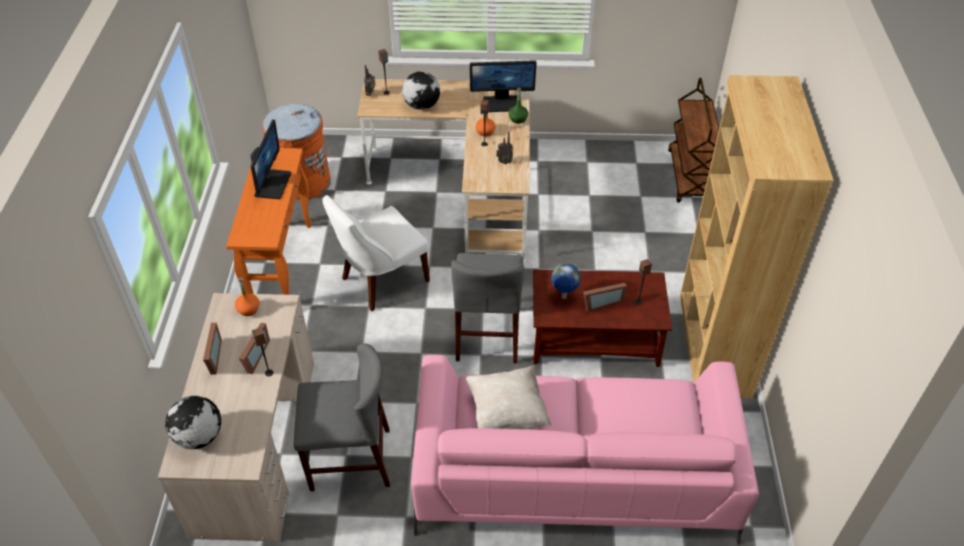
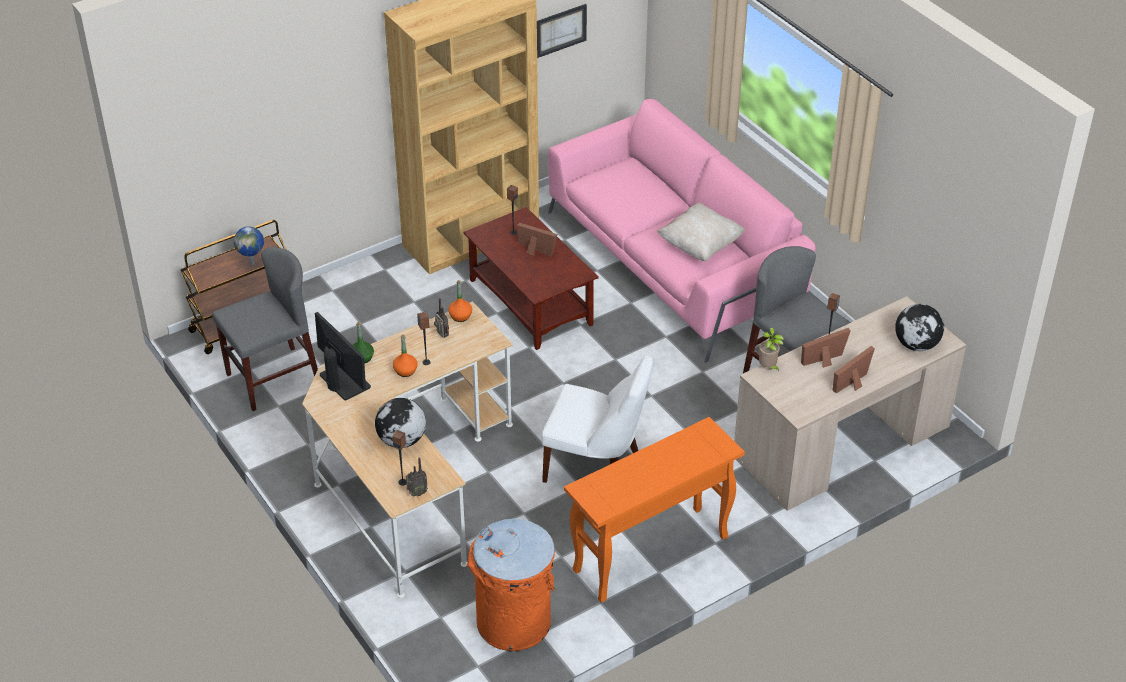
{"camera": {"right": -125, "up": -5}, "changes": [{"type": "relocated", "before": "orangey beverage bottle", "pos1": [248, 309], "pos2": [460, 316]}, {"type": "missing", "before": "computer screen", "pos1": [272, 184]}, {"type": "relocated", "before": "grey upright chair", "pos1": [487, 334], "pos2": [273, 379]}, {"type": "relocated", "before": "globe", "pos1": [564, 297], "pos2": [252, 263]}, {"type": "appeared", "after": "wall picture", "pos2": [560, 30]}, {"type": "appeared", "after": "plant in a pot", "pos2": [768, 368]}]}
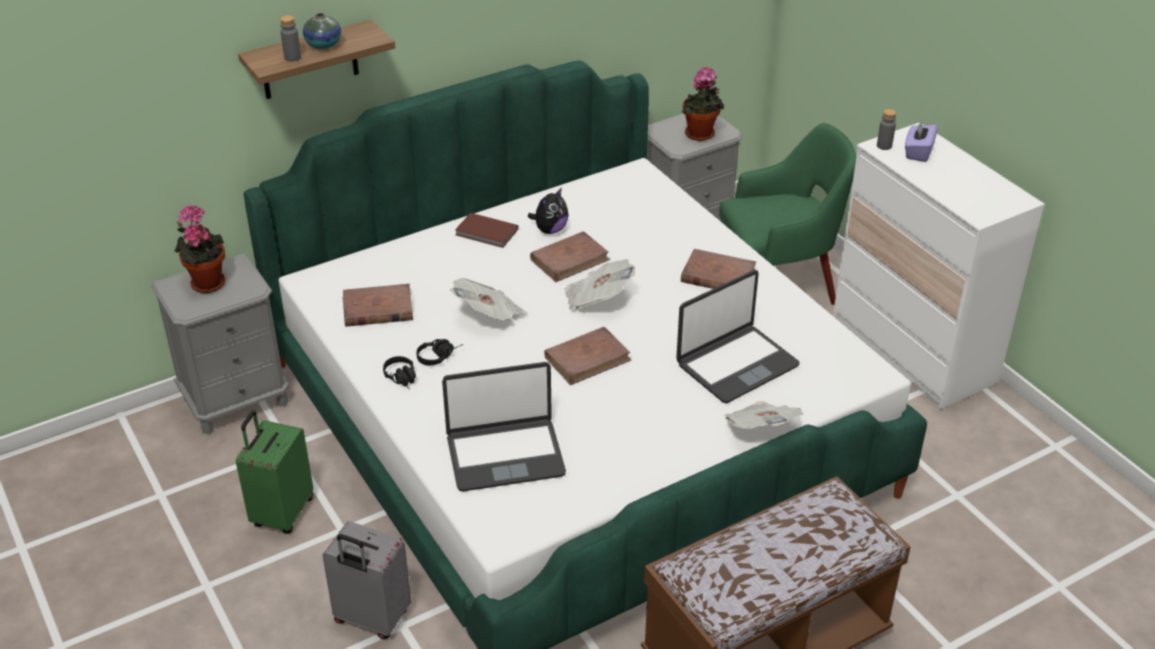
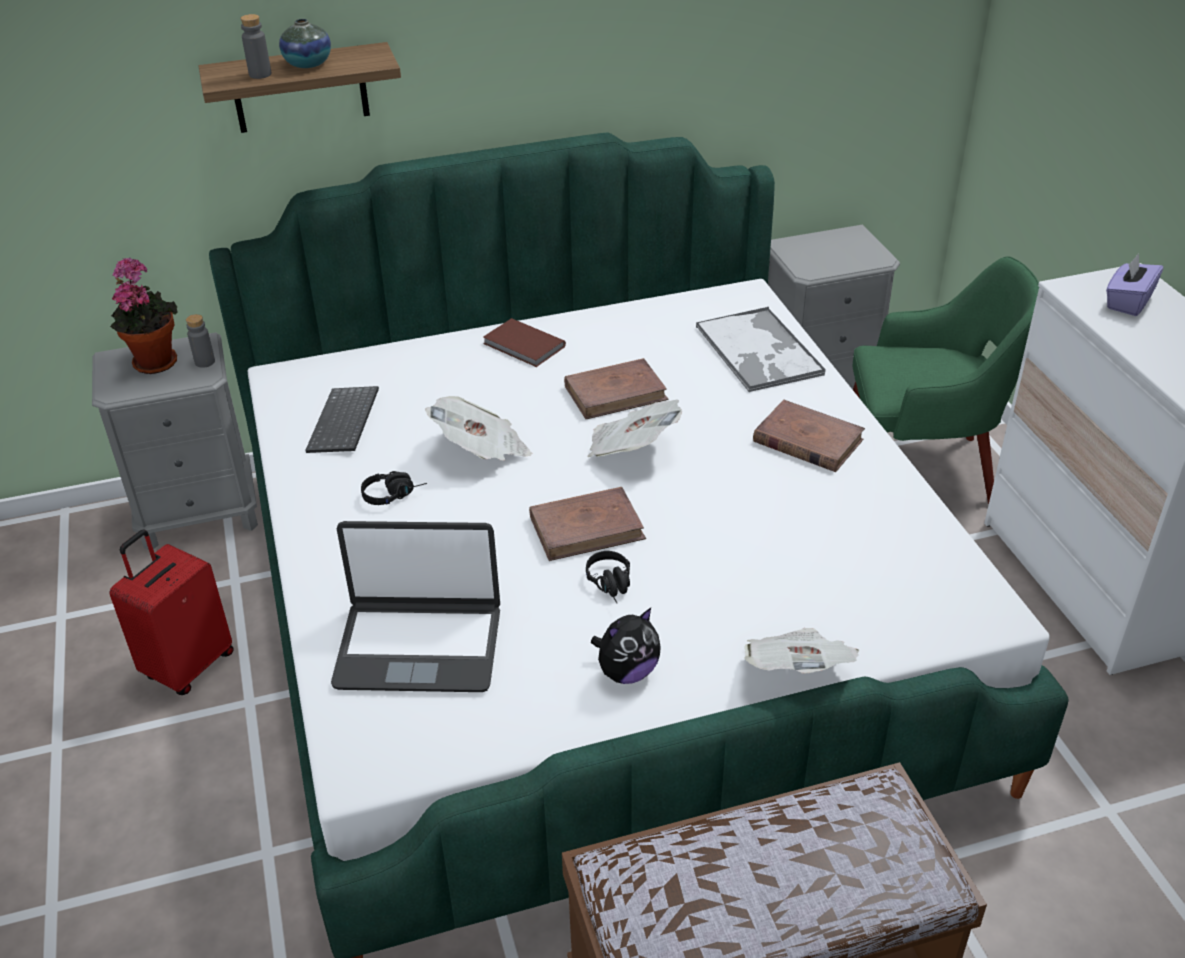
{"camera": {"right": 15, "up": 0}, "changes": [{"type": "colour", "before": "green-coloured piece of luggage", "after": "red-coloured piece of luggage", "pos1": [281, 513], "pos2": [188, 665]}, {"type": "missing", "before": "grey piece of luggage", "pos1": [371, 618]}, {"type": "exchanged", "before": "brownish book", "after": "keyboard", "pos1": [377, 309], "pos2": [345, 423]}, {"type": "relocated", "before": "blackish headphones", "pos1": [403, 379], "pos2": [612, 586]}, {"type": "relocated", "before": "cuddly toy", "pos1": [550, 230], "pos2": [627, 672]}, {"type": "missing", "before": "portable computer", "pos1": [736, 364]}, {"type": "missing", "before": "plant in a pot", "pos1": [701, 135]}, {"type": "relocated", "before": "grey beverage bottle", "pos1": [884, 146], "pos2": [205, 362]}, {"type": "appeared", "after": "carrying tray", "pos2": [759, 351]}]}
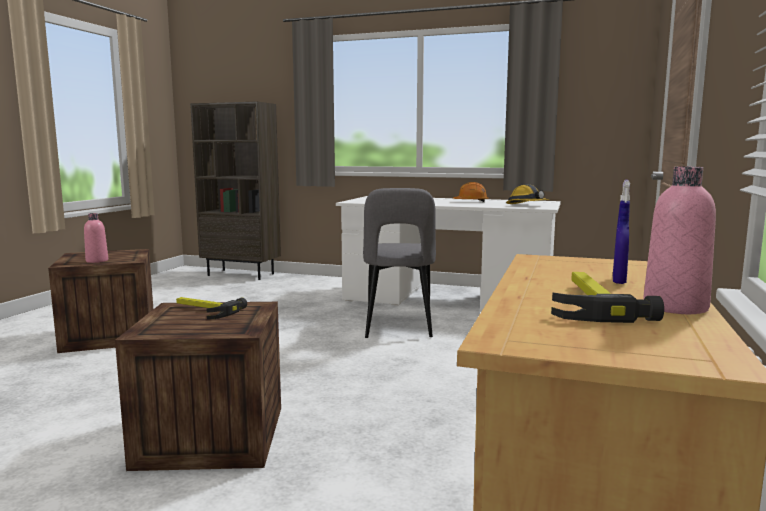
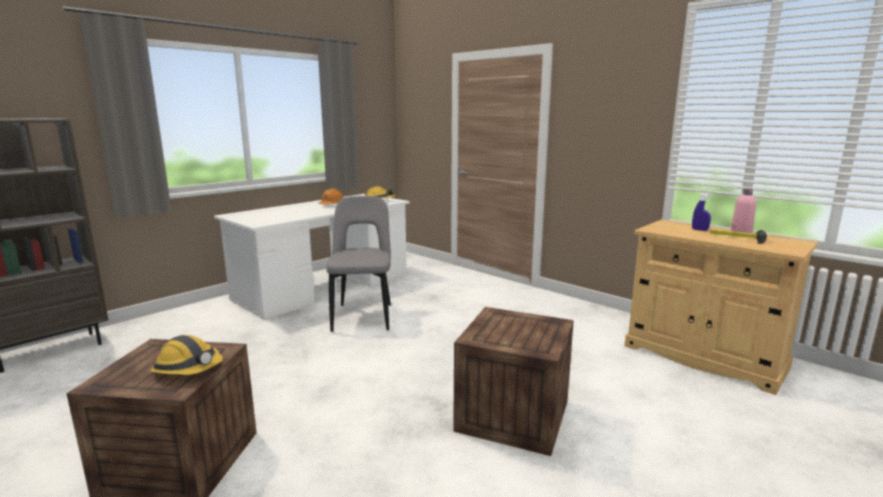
{"camera": {"right": -65, "up": 5}, "changes": [{"type": "exchanged", "before": "pink beverage bottle", "after": "work helmet", "pos1": [97, 261], "pos2": [189, 369]}, {"type": "missing", "before": "tool hammer", "pos1": [204, 310]}, {"type": "spun", "before": "grey upright chair", "pos1": [398, 326], "pos2": [363, 316], "turn": -120}]}
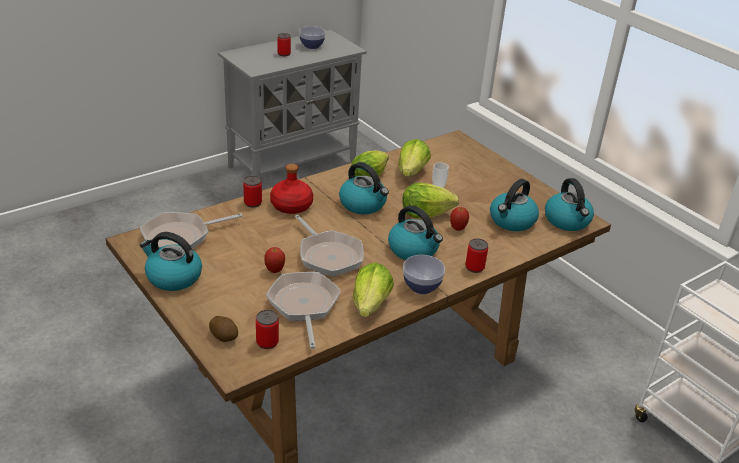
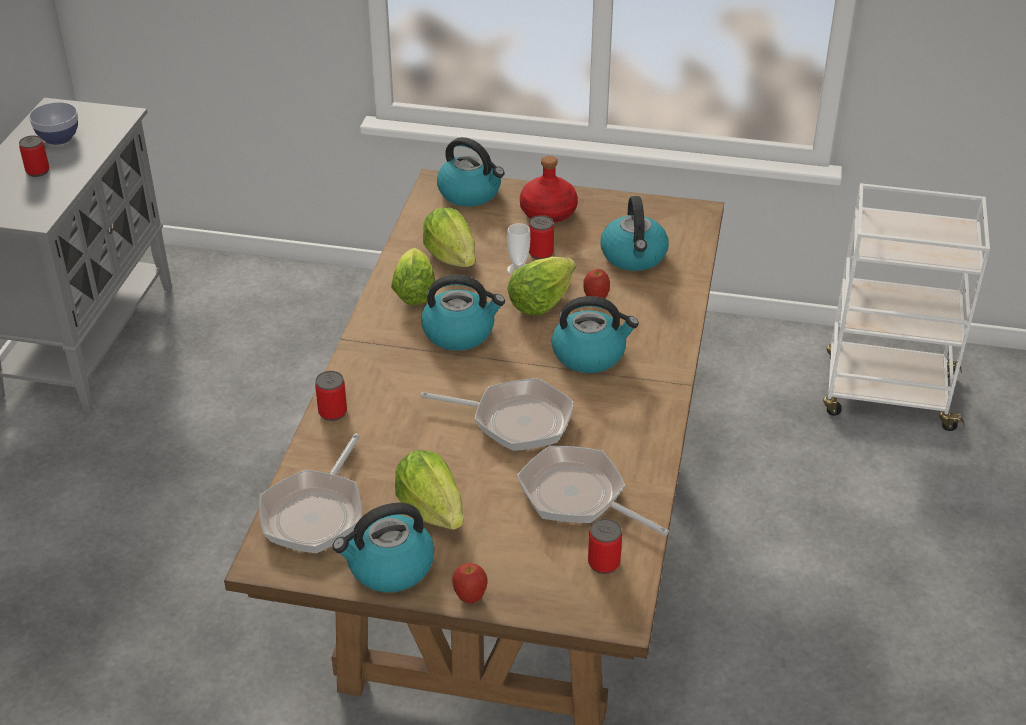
{"camera": {"right": -40, "up": 5}, "changes": [{"type": "missing", "before": "whole potato", "pos1": [224, 336]}, {"type": "relocated", "before": "whole apple", "pos1": [274, 270], "pos2": [470, 597]}, {"type": "relocated", "before": "red-coloured beverage bottle", "pos1": [291, 205], "pos2": [548, 212]}, {"type": "relocated", "before": "lettuce", "pos1": [370, 305], "pos2": [432, 509]}, {"type": "missing", "before": "bowl", "pos1": [421, 286]}, {"type": "relocated", "before": "sealed can", "pos1": [474, 267], "pos2": [540, 253]}, {"type": "relocated", "before": "water kettle", "pos1": [567, 221], "pos2": [470, 193]}]}
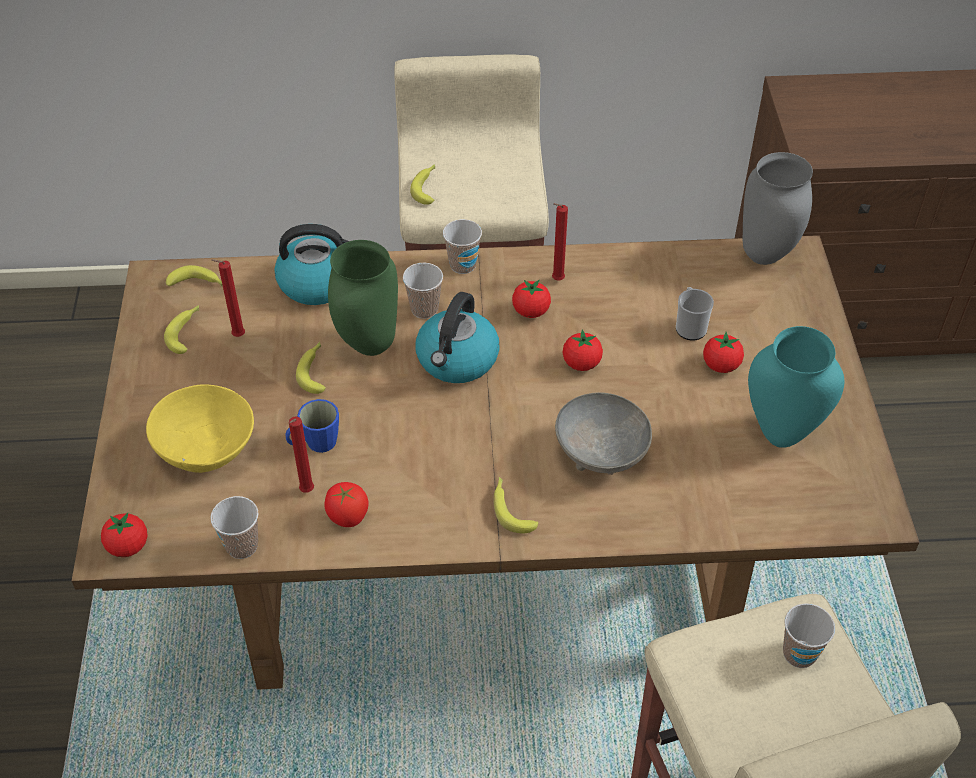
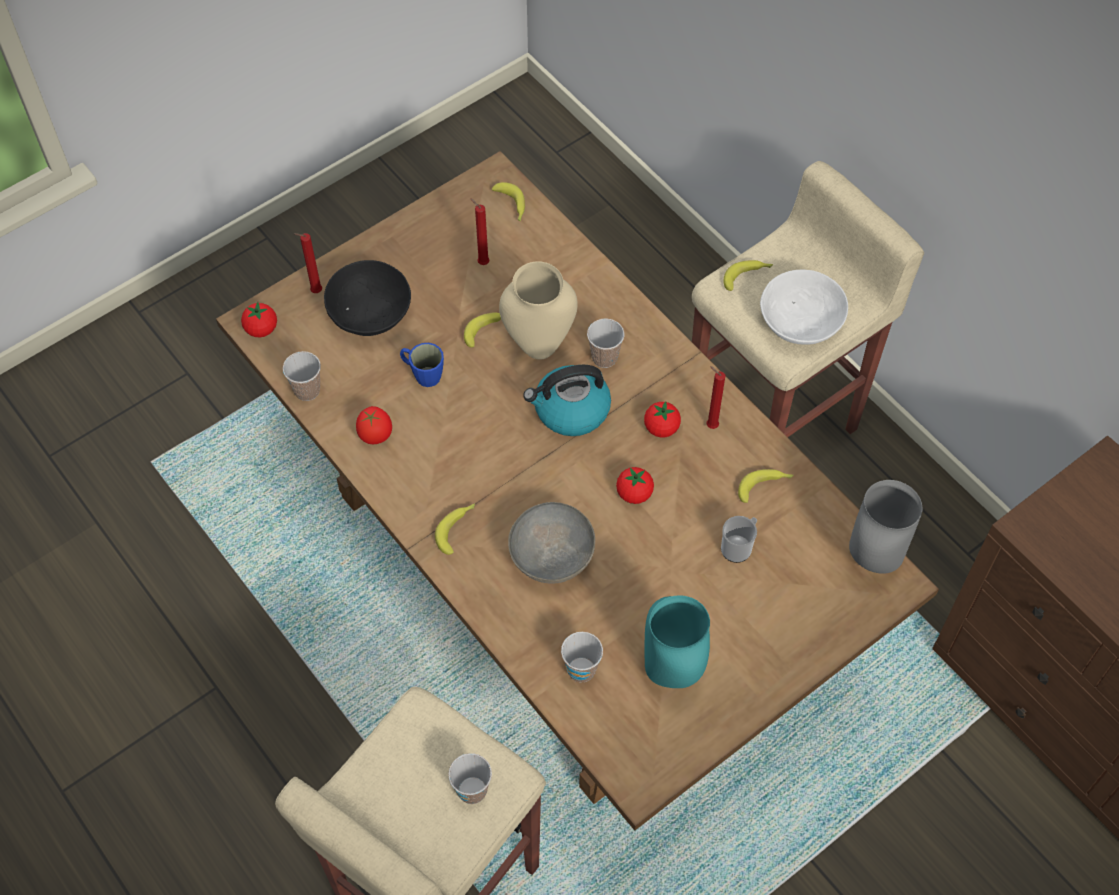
{"camera": {"right": 55, "up": 10}, "changes": [{"type": "colour", "before": "yellow-coloured bowl", "after": "blackish bowl", "pos1": [206, 447], "pos2": [370, 314]}, {"type": "relocated", "before": "whole banana", "pos1": [186, 332], "pos2": [764, 486]}, {"type": "missing", "before": "water kettle", "pos1": [318, 282]}, {"type": "relocated", "before": "red-coloured wax candle", "pos1": [306, 492], "pos2": [314, 292]}, {"type": "colour", "before": "green-coloured vase", "after": "sand-coloured vase", "pos1": [367, 344], "pos2": [539, 345]}, {"type": "relocated", "before": "cup", "pos1": [463, 265], "pos2": [581, 670]}, {"type": "missing", "before": "fresh tomato", "pos1": [721, 365]}, {"type": "appeared", "after": "white bowl", "pos2": [800, 324]}]}
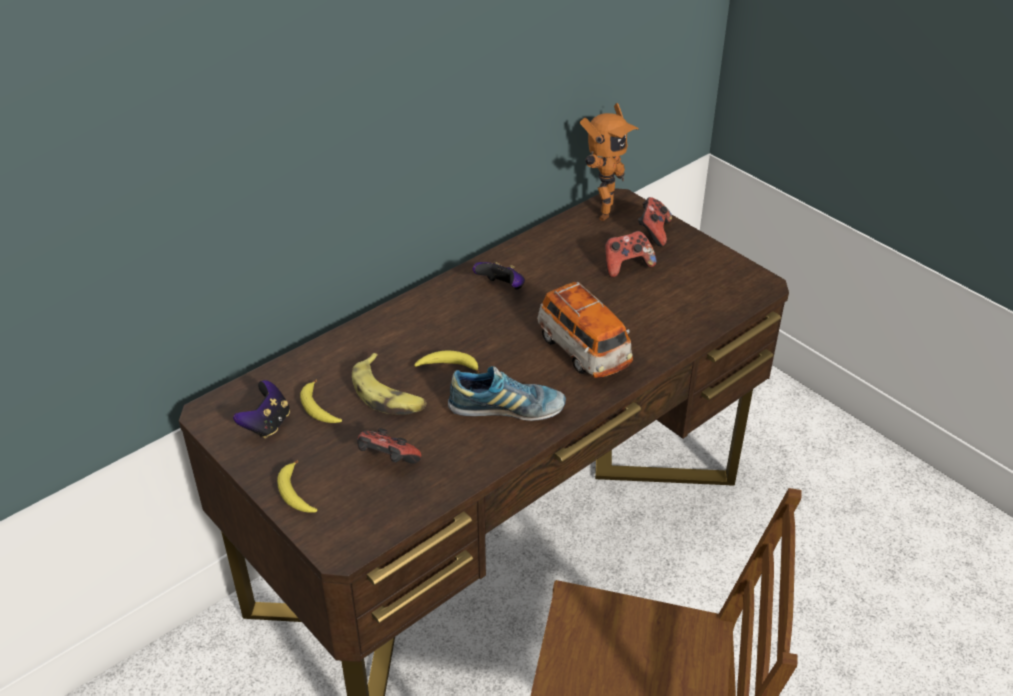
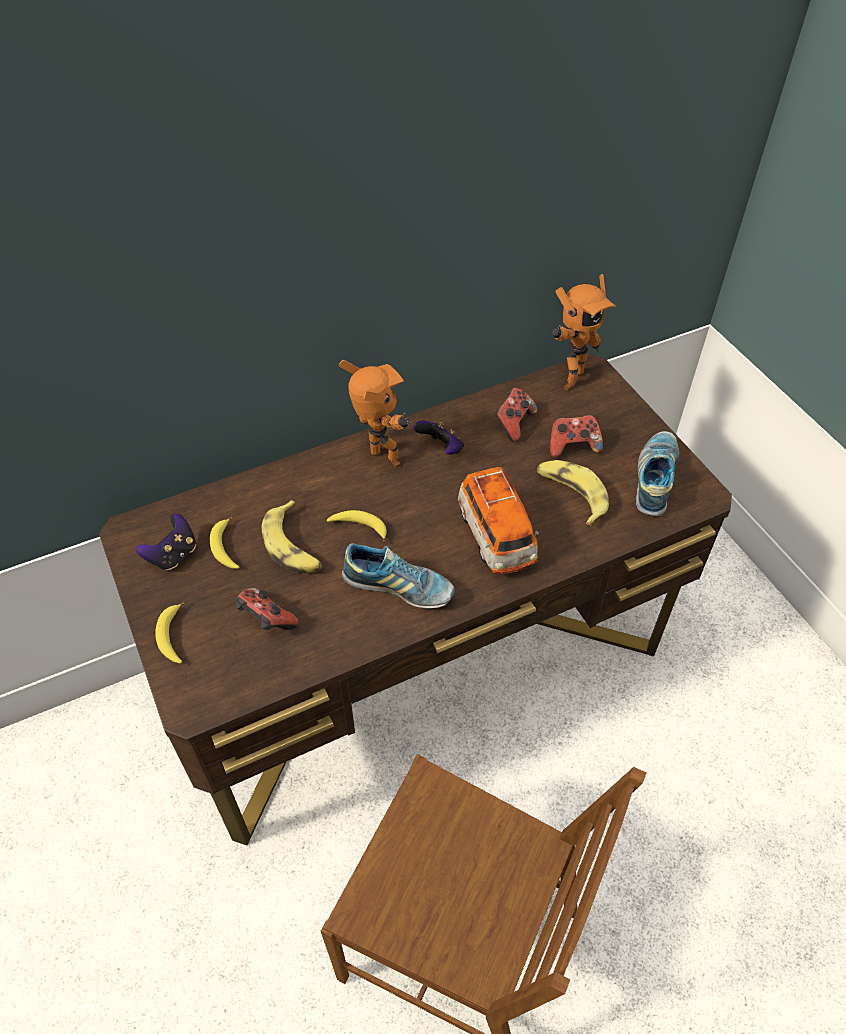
{"camera": {"right": 15, "up": 10}, "changes": [{"type": "relocated", "before": "game controller", "pos1": [653, 232], "pos2": [513, 423]}, {"type": "appeared", "after": "model robot", "pos2": [382, 462]}, {"type": "appeared", "after": "whole banana", "pos2": [571, 495]}, {"type": "appeared", "after": "low shoe", "pos2": [655, 479]}]}
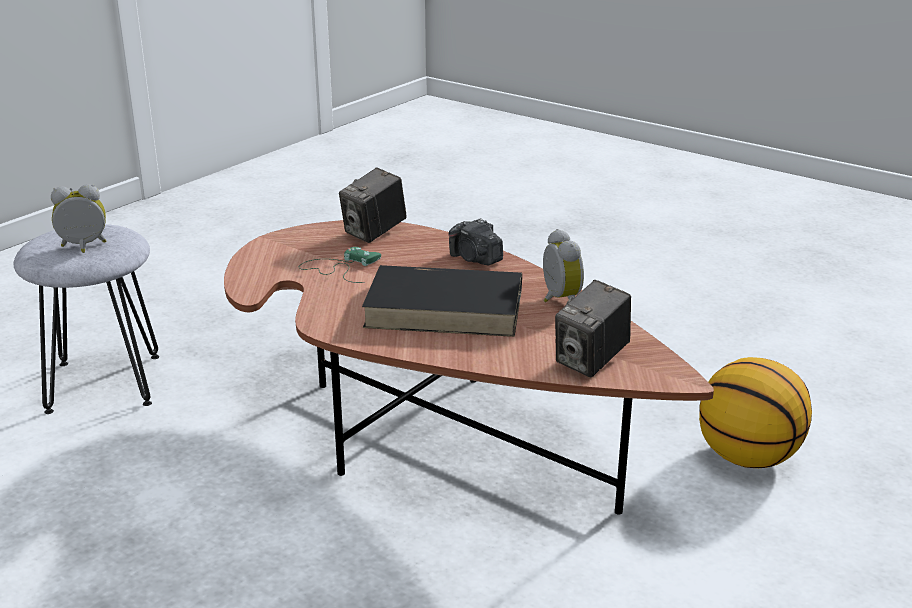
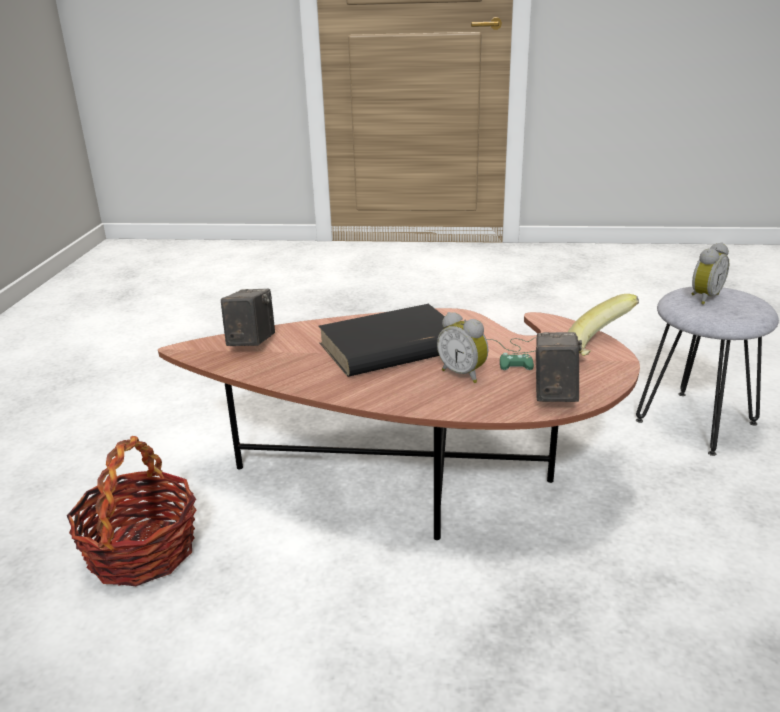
{"camera": {"right": 150, "up": 0}, "changes": [{"type": "missing", "before": "still camera", "pos1": [475, 259]}, {"type": "relocated", "before": "table clock", "pos1": [558, 300], "pos2": [463, 374]}, {"type": "exchanged", "before": "basketball ball", "after": "household basket", "pos1": [748, 457], "pos2": [142, 551]}, {"type": "appeared", "after": "whole banana", "pos2": [600, 349]}]}
